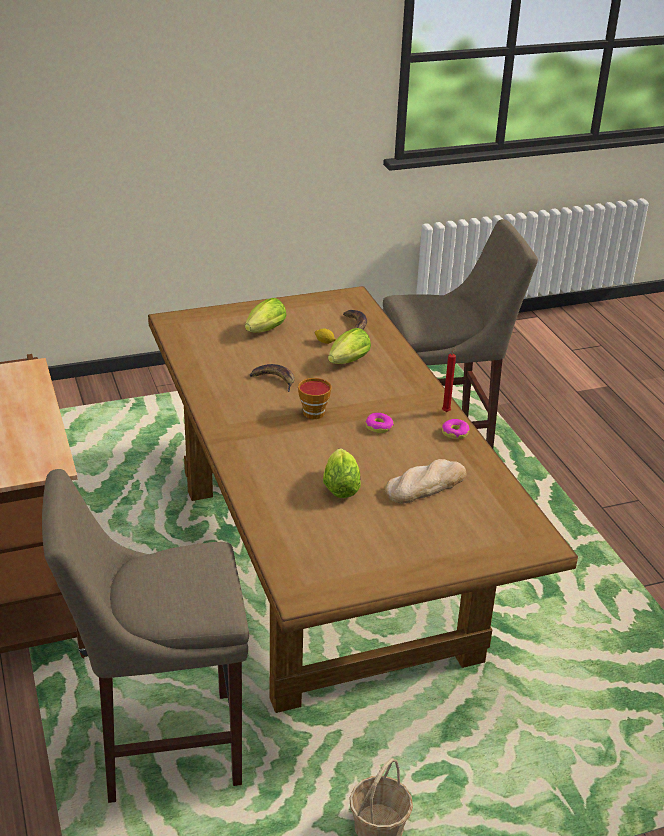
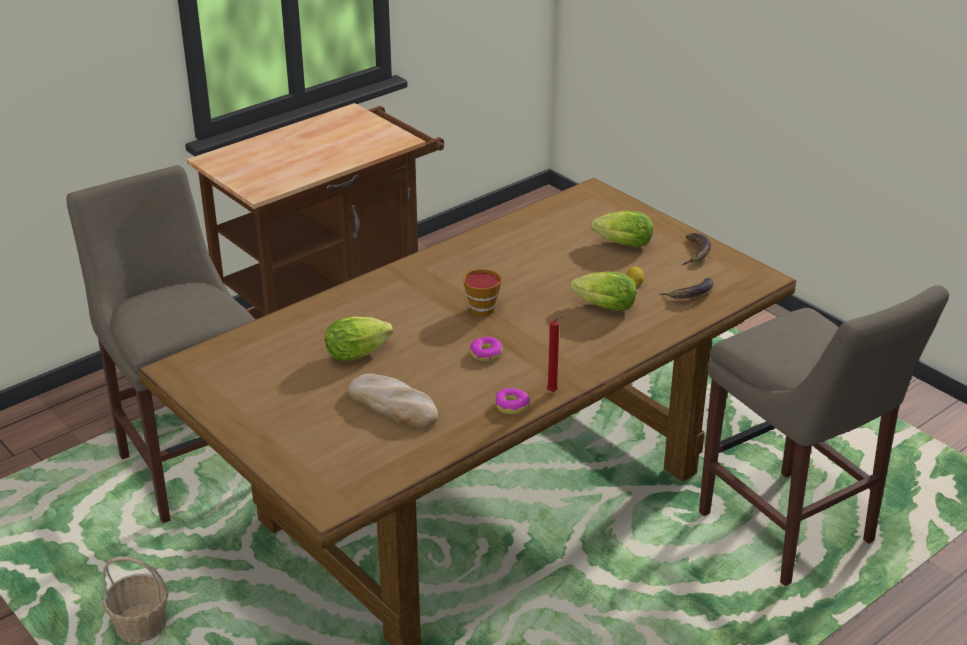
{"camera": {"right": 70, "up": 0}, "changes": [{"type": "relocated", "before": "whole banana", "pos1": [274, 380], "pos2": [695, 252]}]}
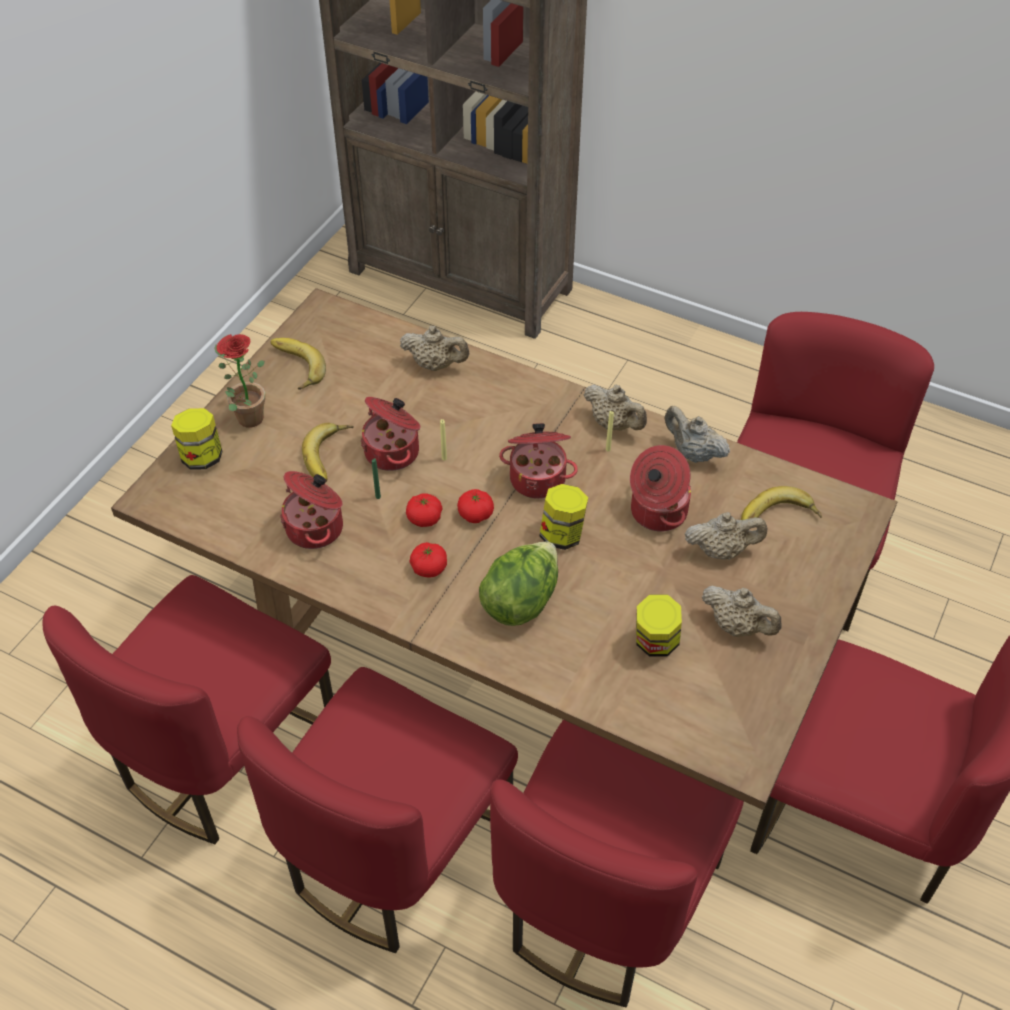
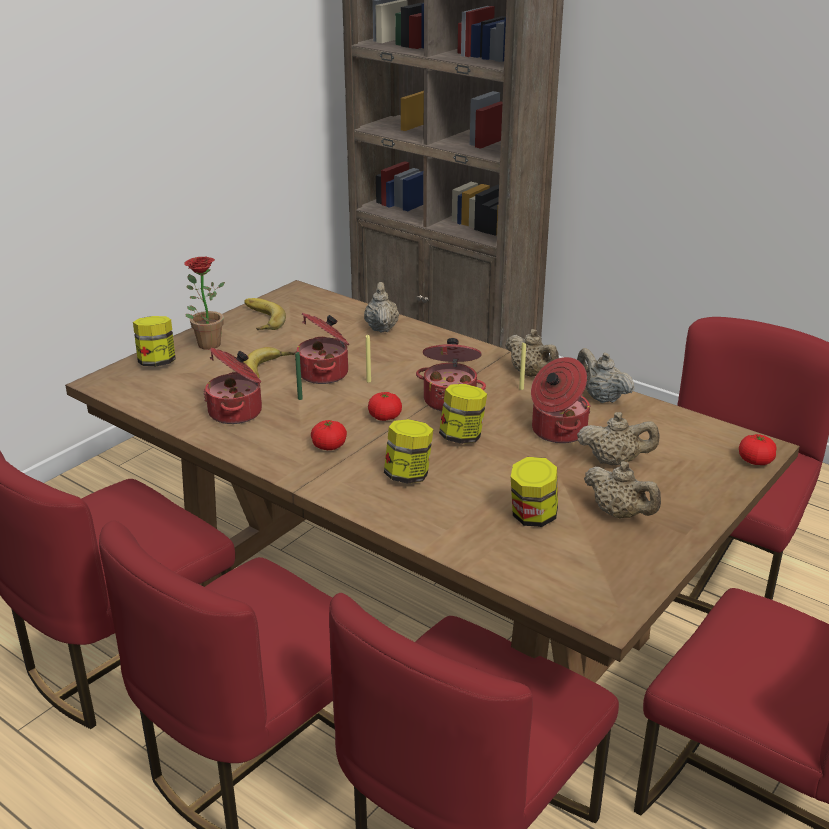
{"camera": {"right": 10, "up": -20}, "changes": [{"type": "spun", "before": "sand-coloured tea pot", "pos1": [435, 365], "pos2": [381, 327], "turn": -120}, {"type": "relocated", "before": "fresh tomato", "pos1": [424, 518], "pos2": [755, 461]}, {"type": "exchanged", "before": "lettuce", "after": "storage jar", "pos1": [521, 600], "pos2": [408, 475]}, {"type": "missing", "before": "whole banana", "pos1": [778, 517]}]}
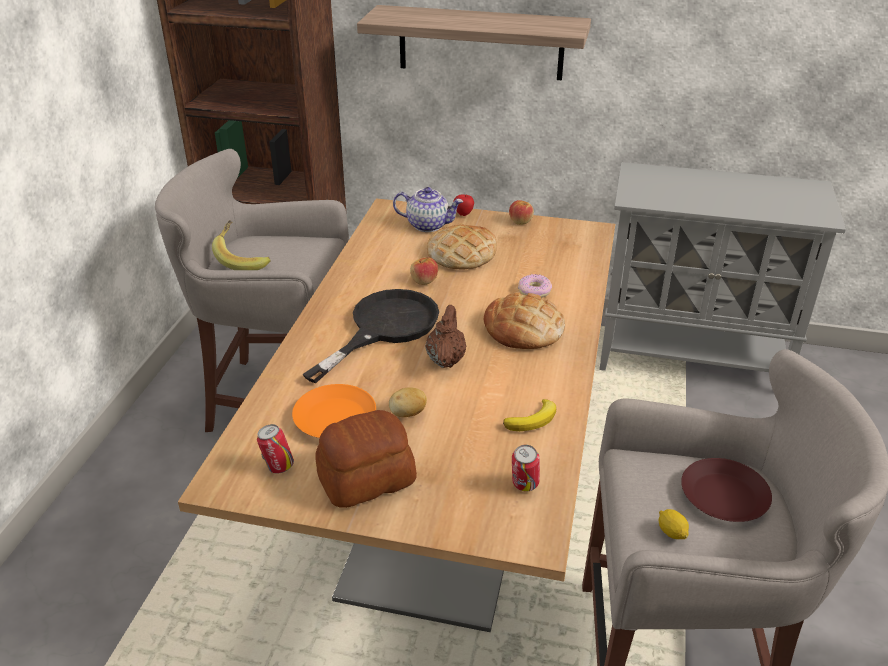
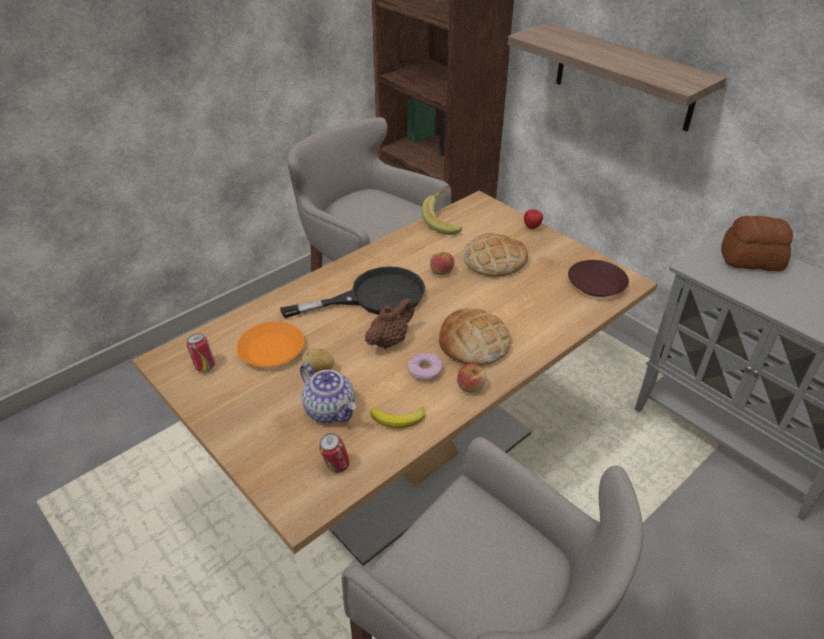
{"camera": {"right": 35, "up": 5}, "changes": [{"type": "relocated", "before": "whole banana", "pos1": [243, 259], "pos2": [445, 221]}, {"type": "relocated", "before": "baked bread", "pos1": [365, 479], "pos2": [750, 259]}, {"type": "relocated", "before": "tea pot", "pos1": [428, 225], "pos2": [331, 410]}, {"type": "relocated", "before": "whole apple", "pos1": [520, 221], "pos2": [470, 387]}, {"type": "relocated", "before": "ring doughnut", "pos1": [534, 291], "pos2": [425, 371]}, {"type": "missing", "before": "whole lemon", "pos1": [671, 532]}, {"type": "relocated", "before": "brownish dinner plate", "pos1": [723, 496], "pos2": [596, 283]}]}
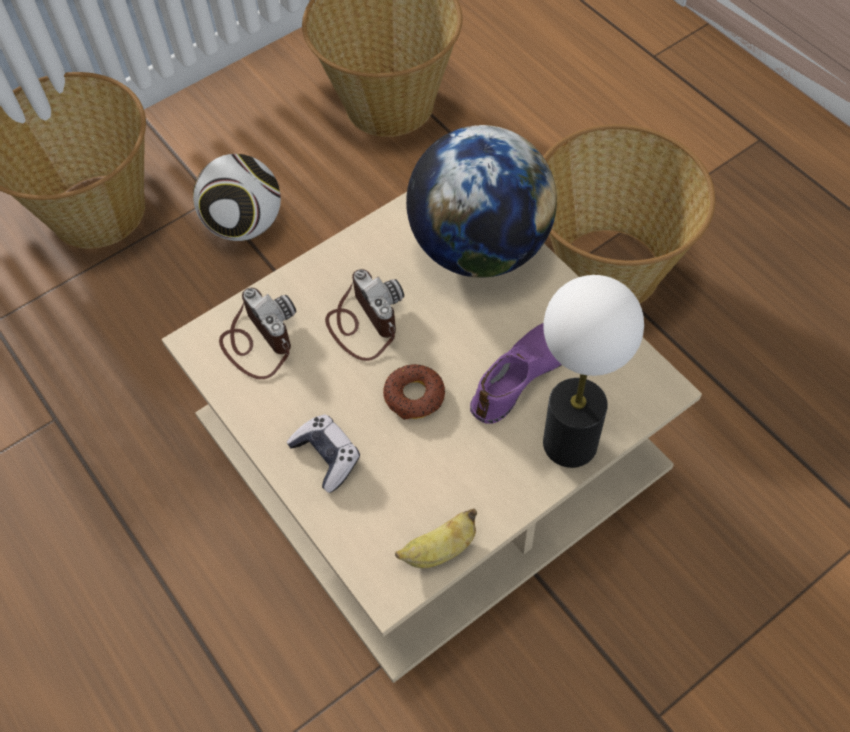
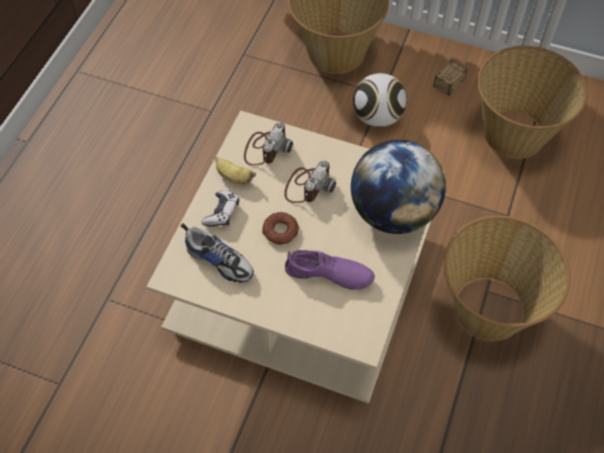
{"camera": {"right": 55, "up": 0}, "changes": [{"type": "relocated", "before": "whole banana", "pos1": [439, 550], "pos2": [234, 177]}, {"type": "missing", "before": "lamp for a table", "pos1": [570, 442]}, {"type": "appeared", "after": "low shoe", "pos2": [219, 260]}, {"type": "appeared", "after": "storage bin", "pos2": [437, 95]}]}
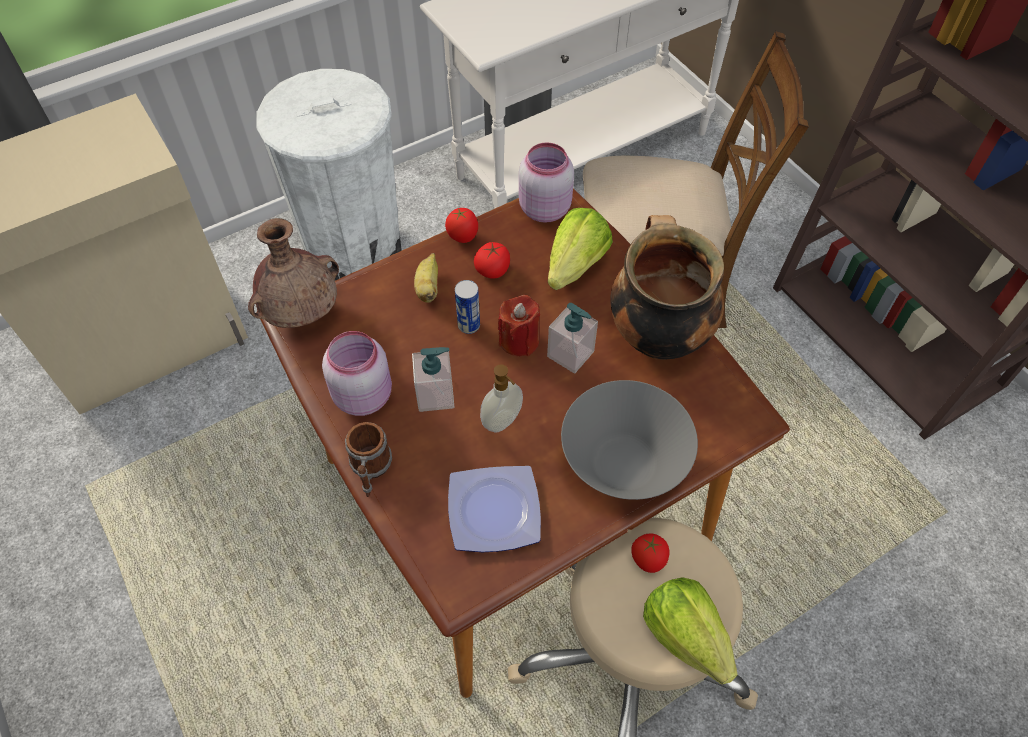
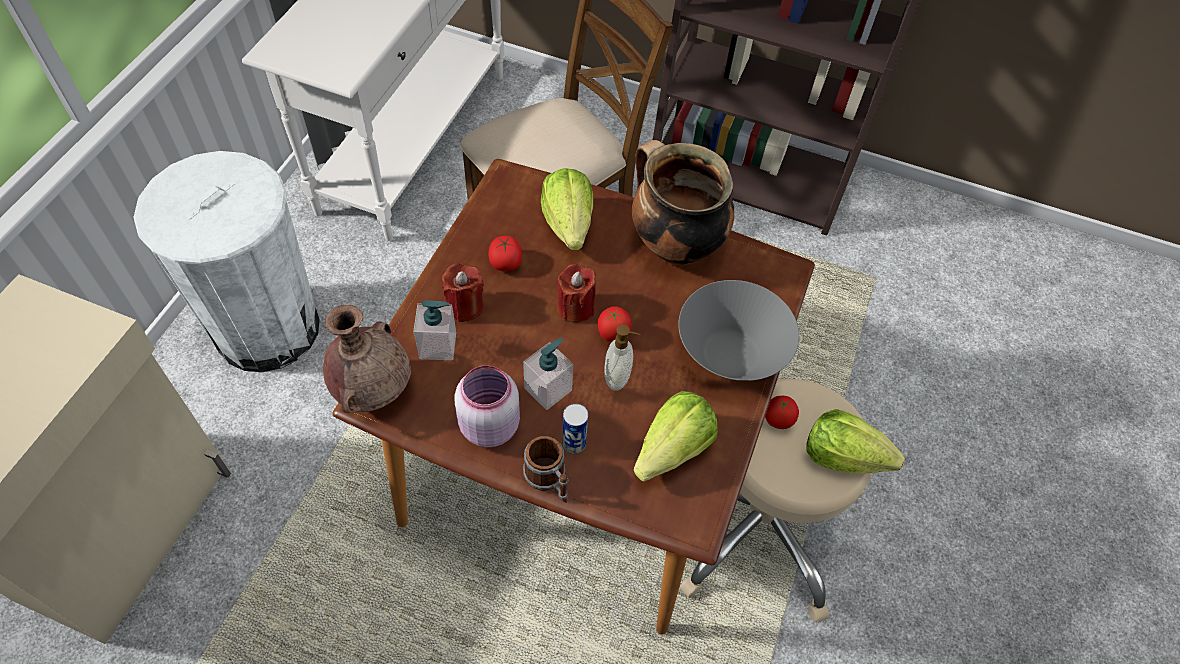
{"camera": {"right": -40, "up": 0}, "changes": [{"type": "exchanged", "before": "whole banana", "after": "red-coloured wax candle", "pos1": [428, 287], "pos2": [464, 306]}, {"type": "relocated", "before": "fresh tomato", "pos1": [463, 237], "pos2": [612, 335]}, {"type": "exchanged", "before": "dinner plate", "after": "lettuce", "pos1": [496, 513], "pos2": [672, 449]}, {"type": "relocated", "before": "sealed can", "pos1": [469, 325], "pos2": [574, 444]}, {"type": "missing", "before": "pink storage jar", "pos1": [543, 208]}, {"type": "relocated", "before": "liquid soap bottle", "pos1": [571, 354], "pos2": [438, 346]}]}
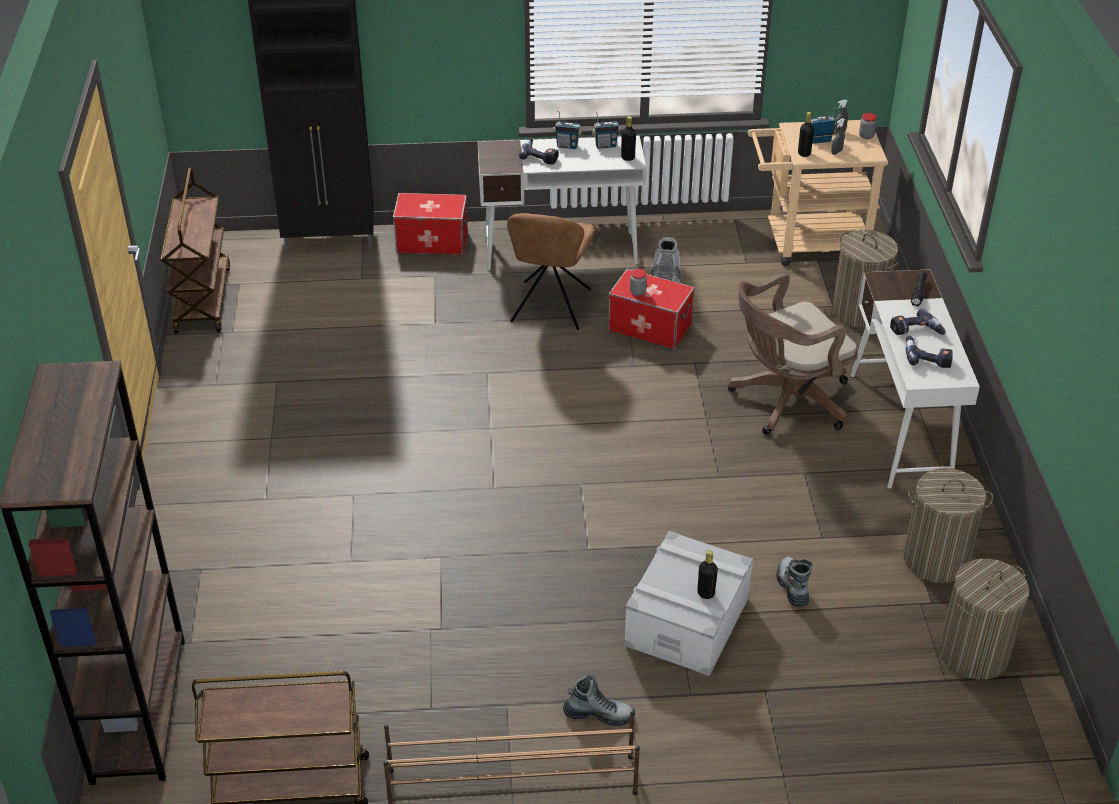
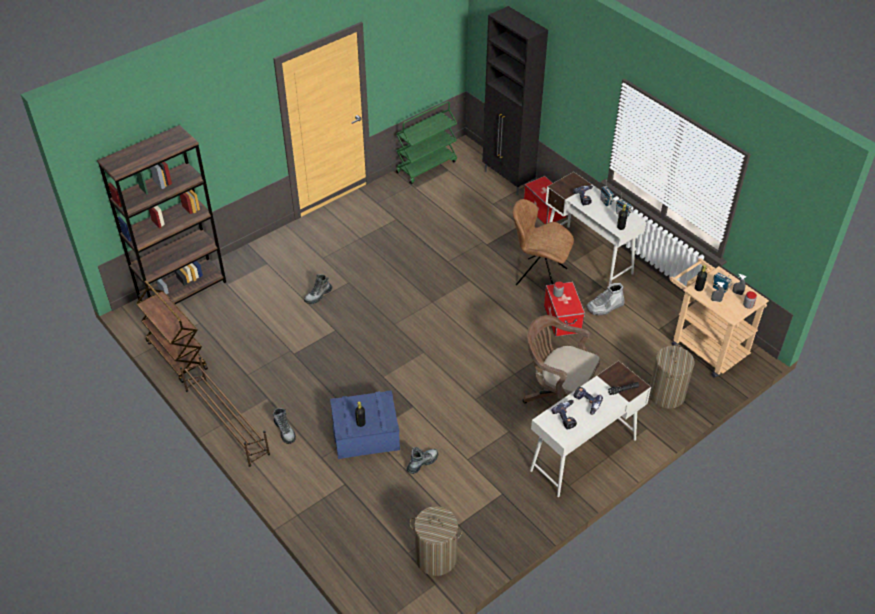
{"camera": {"right": 55, "up": 5}, "changes": [{"type": "colour", "before": "brownish trolley", "after": "green-coloured trolley", "pos1": [202, 299], "pos2": [426, 166]}, {"type": "spun", "before": "brownish upright chair", "pos1": [550, 308], "pos2": [539, 276], "turn": 45}, {"type": "colour", "before": "grey storage bin", "after": "blue storage bin", "pos1": [687, 622], "pos2": [365, 434]}, {"type": "missing", "before": "laundry basket", "pos1": [935, 560]}, {"type": "appeared", "after": "high-top boot", "pos2": [318, 296]}]}
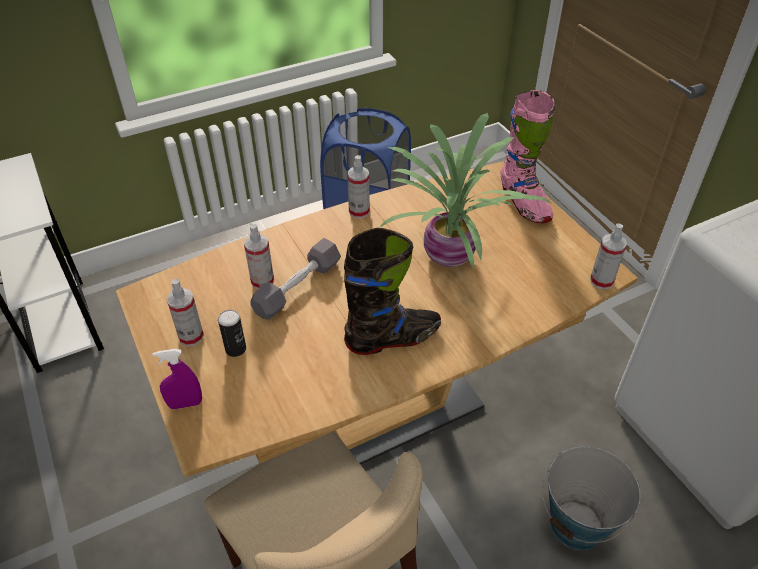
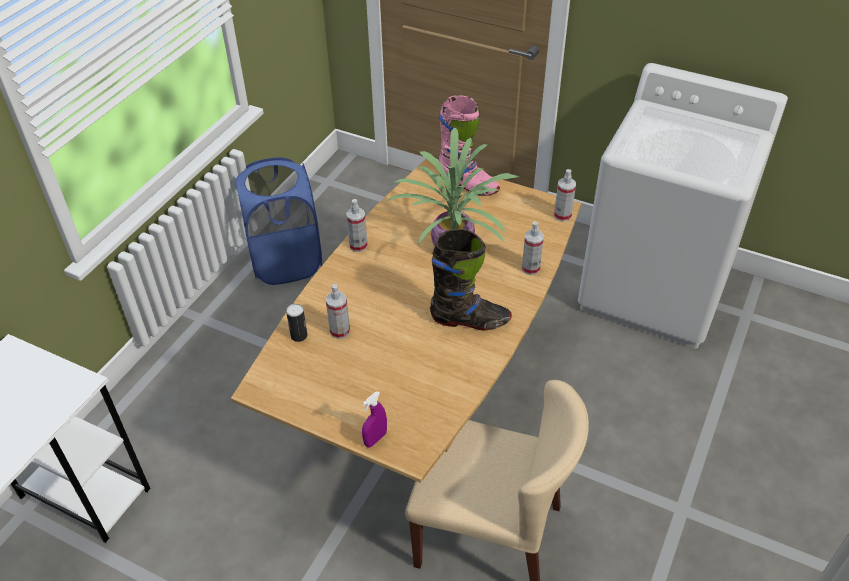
{"camera": {"right": -35, "up": 0}, "changes": [{"type": "relocated", "before": "sprayer", "pos1": [191, 336], "pos2": [530, 268]}, {"type": "relocated", "before": "sealed can", "pos1": [235, 349], "pos2": [299, 335]}, {"type": "missing", "before": "grey dumbbell", "pos1": [298, 287]}, {"type": "spun", "before": "blackish high-top boot", "pos1": [393, 338], "pos2": [470, 320], "turn": 60}, {"type": "missing", "before": "bucket", "pos1": [577, 525]}]}
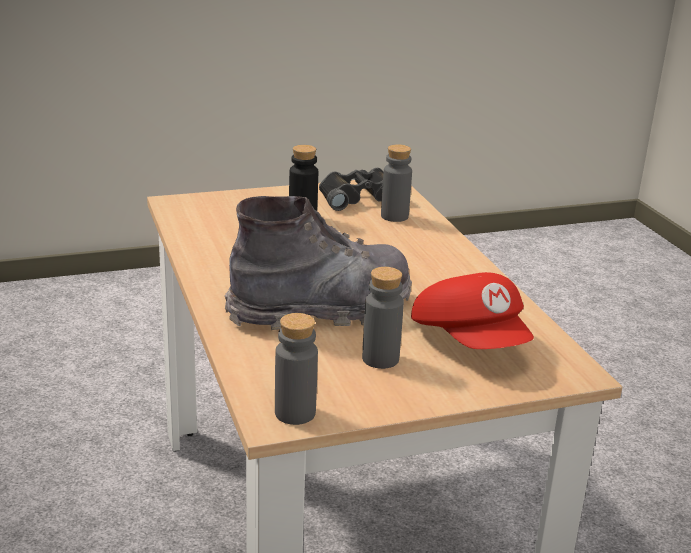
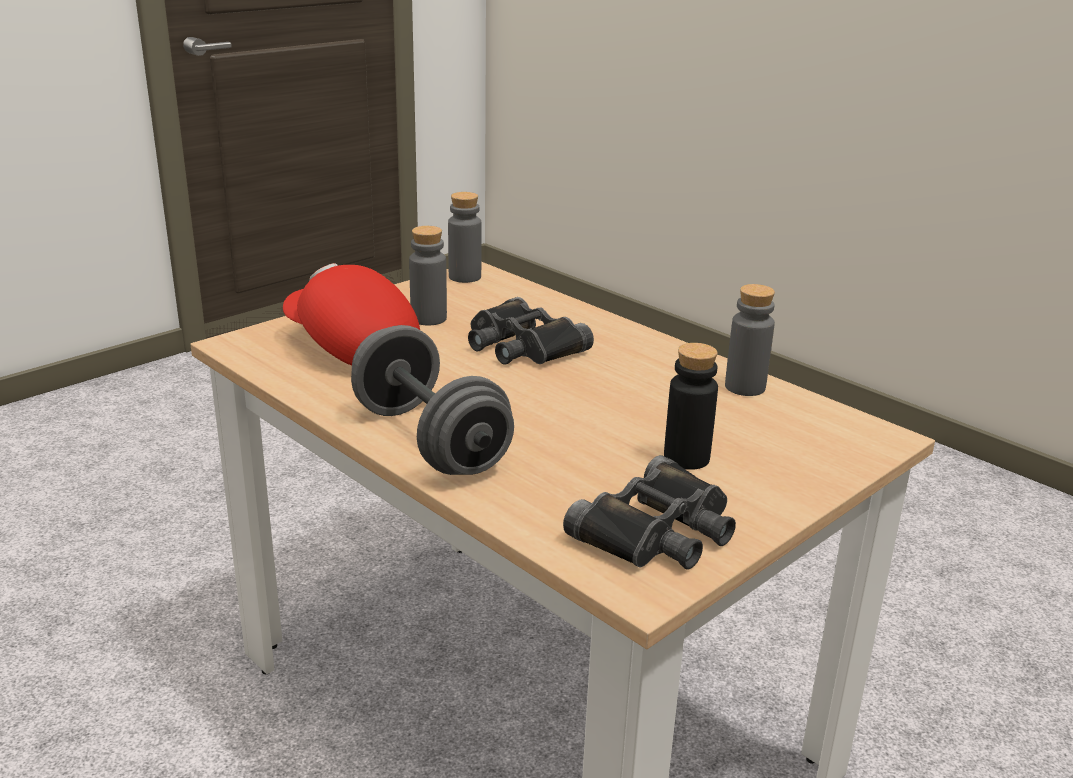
{"camera": {"right": 155, "up": 0}, "changes": [{"type": "exchanged", "before": "grey high-top boot", "after": "blackish field glasses", "pos1": [321, 309], "pos2": [522, 346]}, {"type": "relocated", "before": "grey beverage bottle", "pos1": [394, 216], "pos2": [745, 387]}, {"type": "appeared", "after": "grey dumbbell", "pos2": [430, 440]}]}
